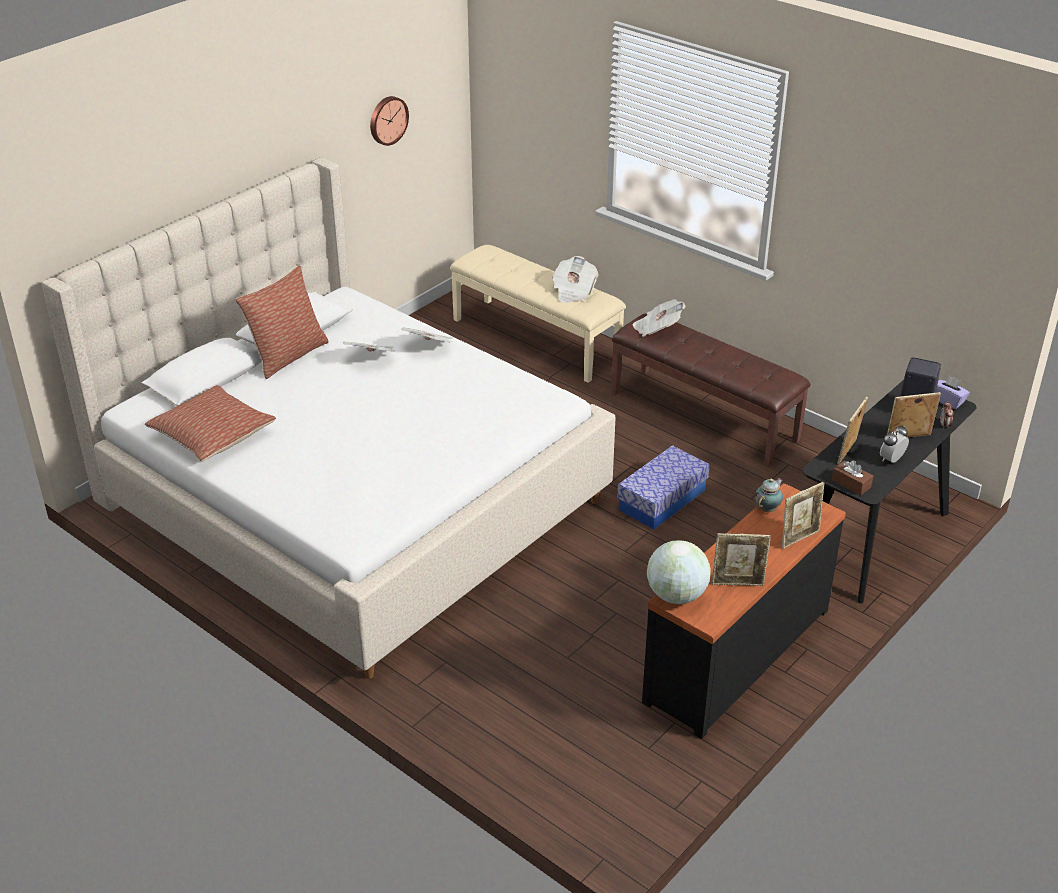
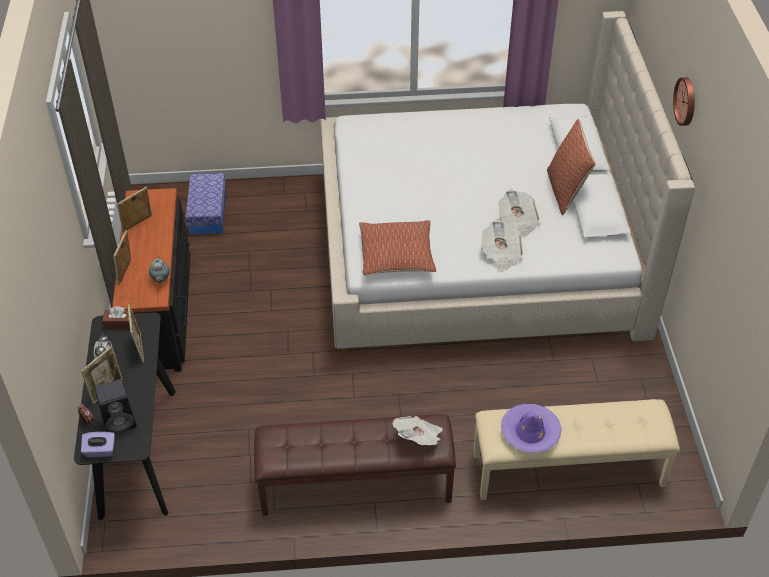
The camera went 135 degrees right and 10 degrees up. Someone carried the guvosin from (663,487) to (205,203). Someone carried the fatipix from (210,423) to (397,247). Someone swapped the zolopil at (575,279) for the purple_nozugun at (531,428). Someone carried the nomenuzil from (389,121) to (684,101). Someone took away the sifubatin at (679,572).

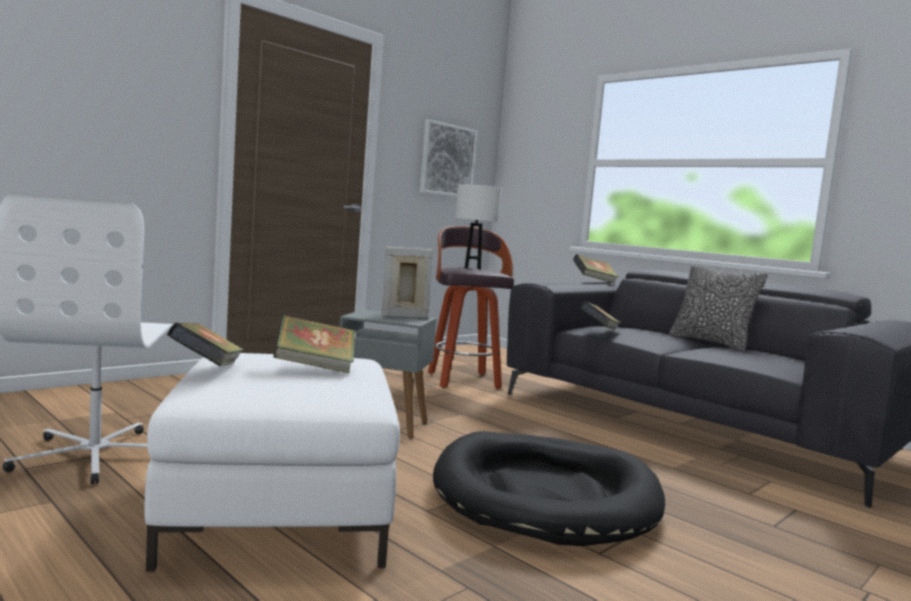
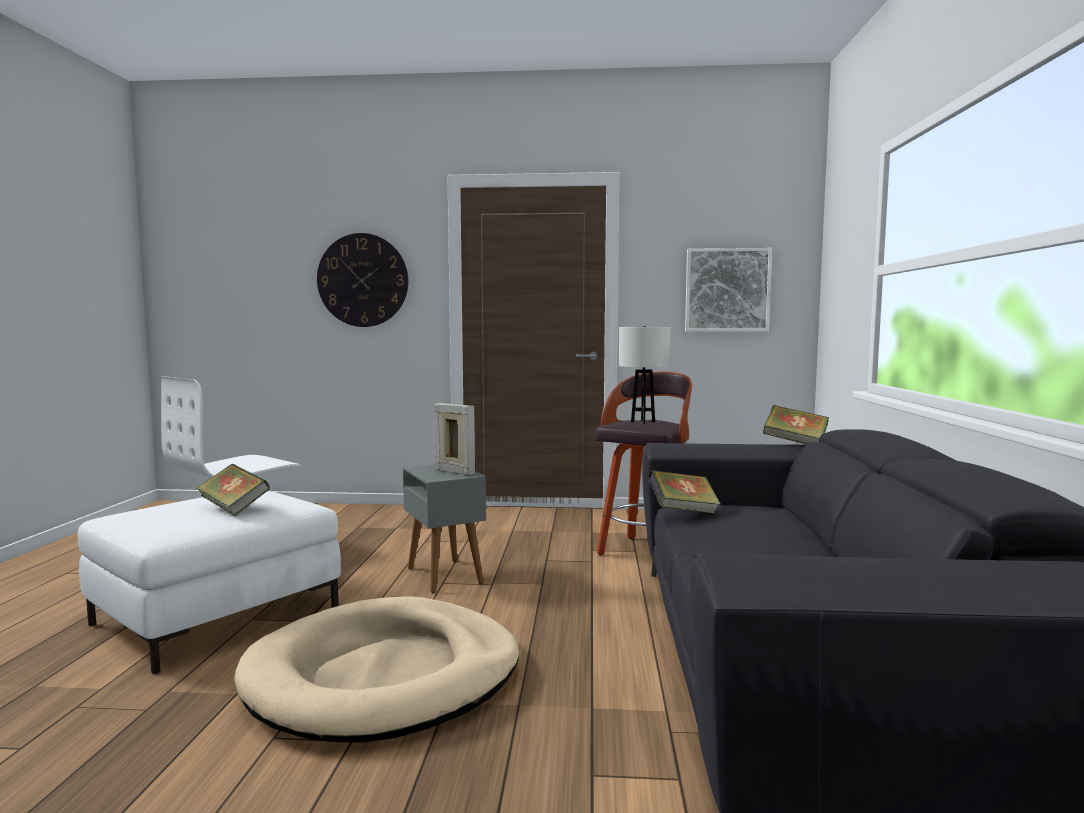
The camera went 50 degrees right and 0 degrees up. Someone repainted the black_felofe at (549,488), which became the beige_felofe at (376,669). Someone put up the nomenuzil at (362,280). Someone took away the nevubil at (205,344). Someone took away the fatipix at (718,308).

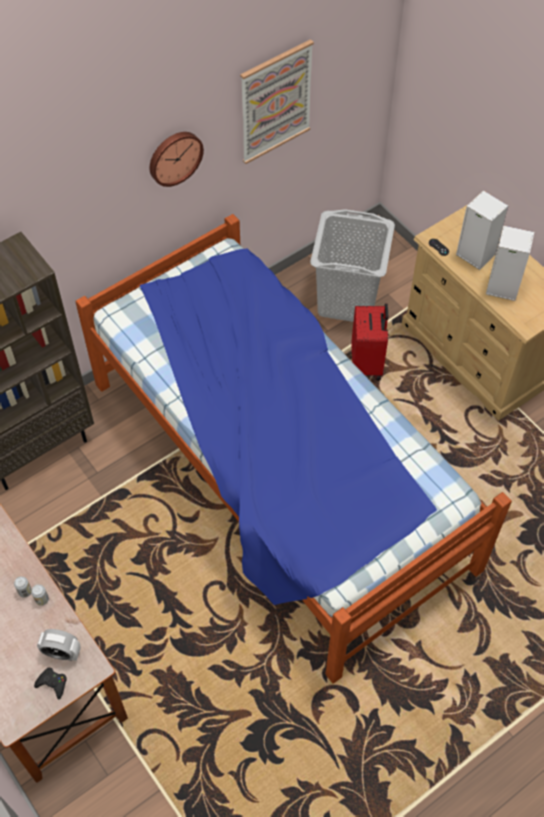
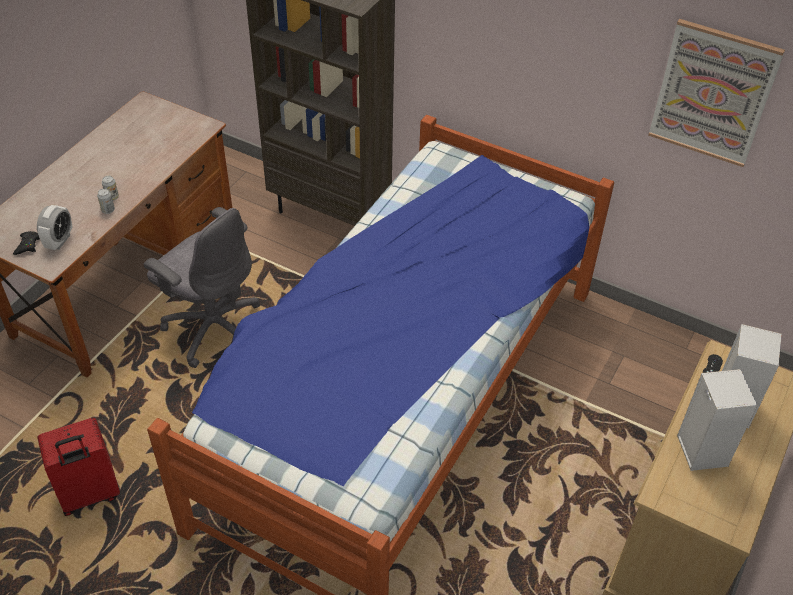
The camera went 65 degrees right and 10 degrees down. Someone rotated the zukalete at (59,645) by 150 degrees counterclockwise. Someone carried the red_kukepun from (369,342) to (78,467). Someone put down the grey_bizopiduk at (202,287). Someone took away the nomenuzil at (177,159). Someone took away the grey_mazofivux at (352,265).

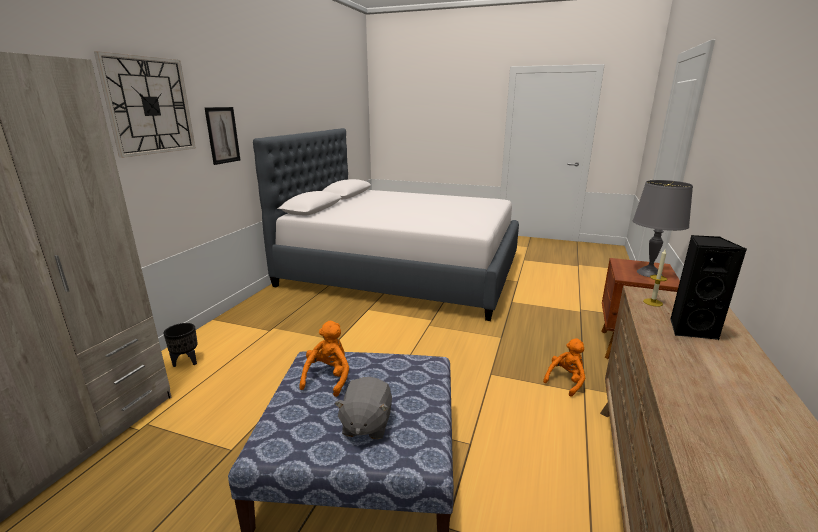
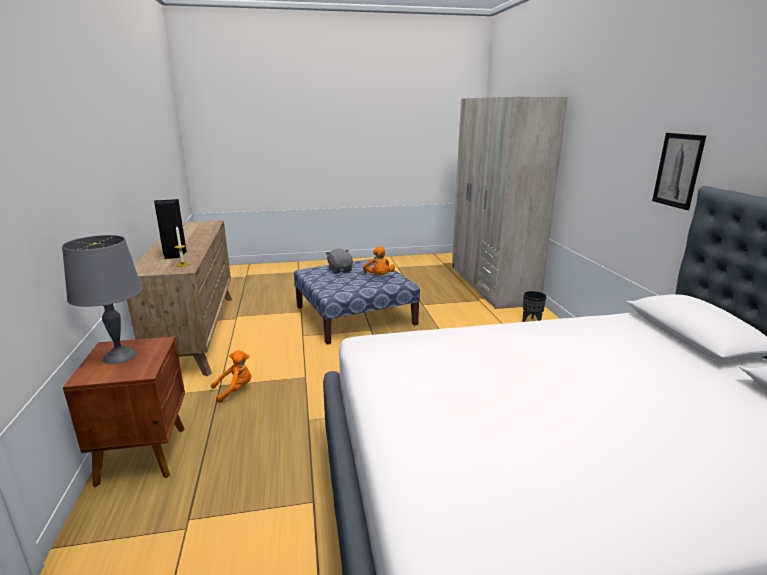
The camera went 150 degrees right and 0 degrees up. Someone rotated the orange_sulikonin at (564,367) by 135 degrees counterclockwise. Someone took away the nomenuzil at (145,104).

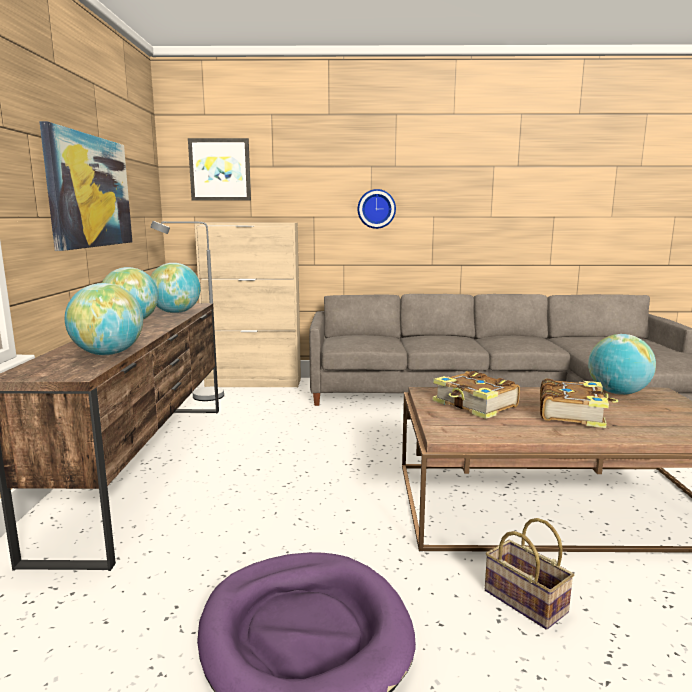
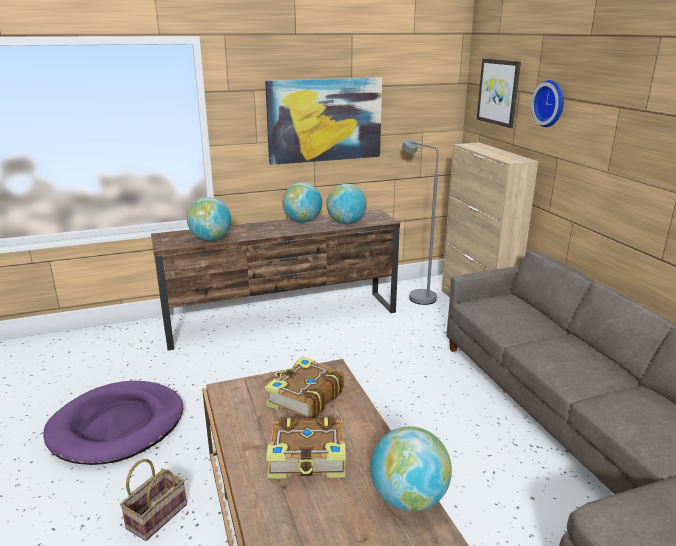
The camera went 70 degrees right and 10 degrees up. Someone carried the nomenuzil from (377,209) to (547,103).

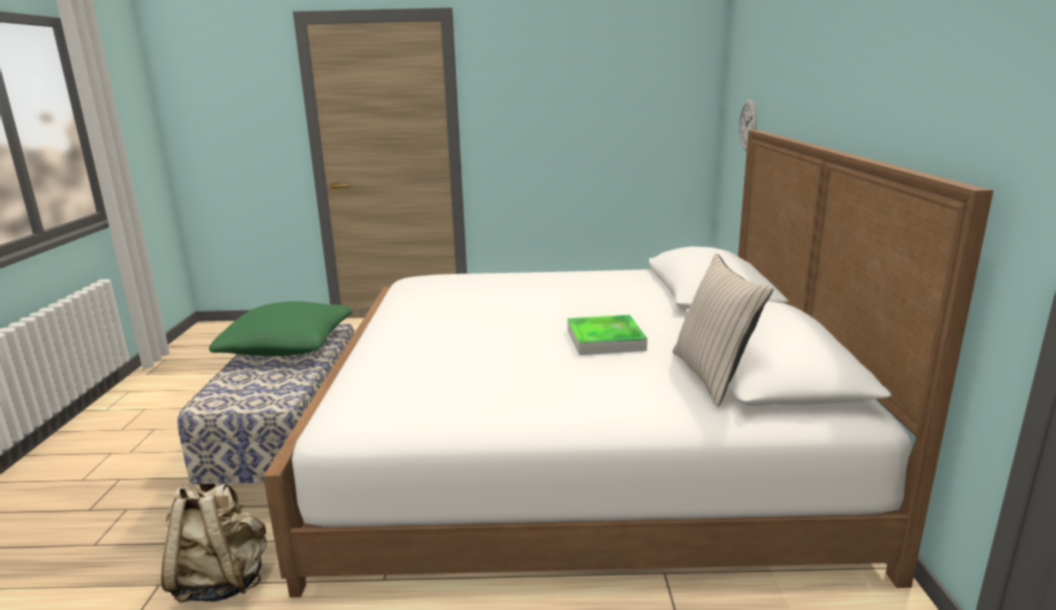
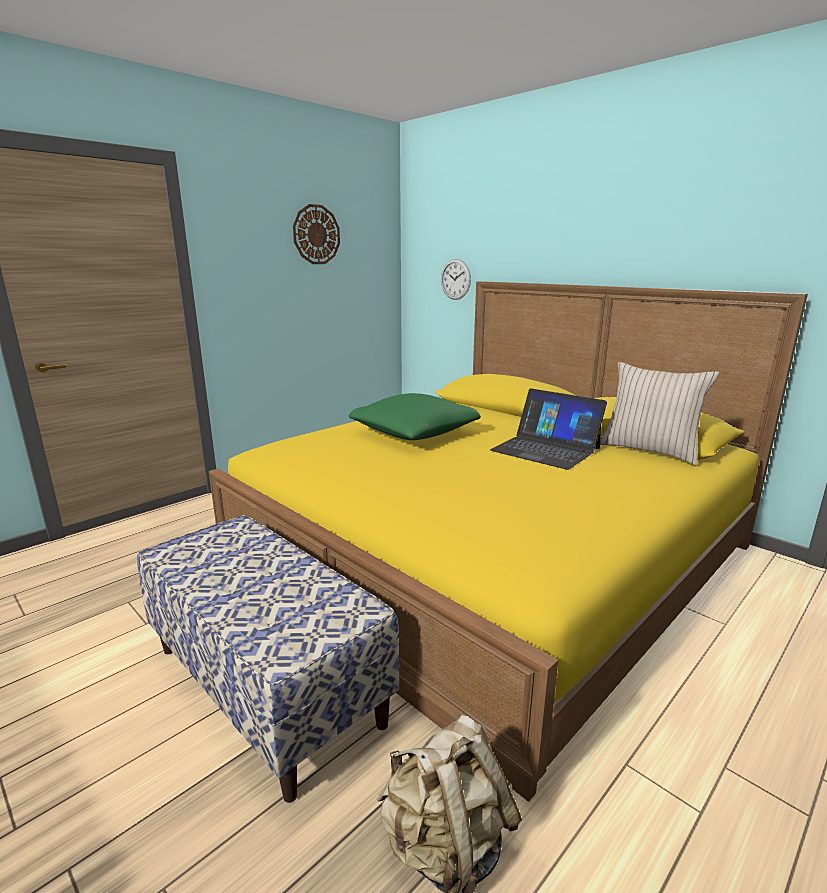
The camera went 45 degrees left and 0 degrees up. Someone repainted the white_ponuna at (628,364), which became the yellow_ponuna at (508,541). Someone put up the nomenuzil at (316,234). Someone carried the green_fatipix from (281,328) to (415,416). Someone swapped the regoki at (607,335) for the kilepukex at (548,429).

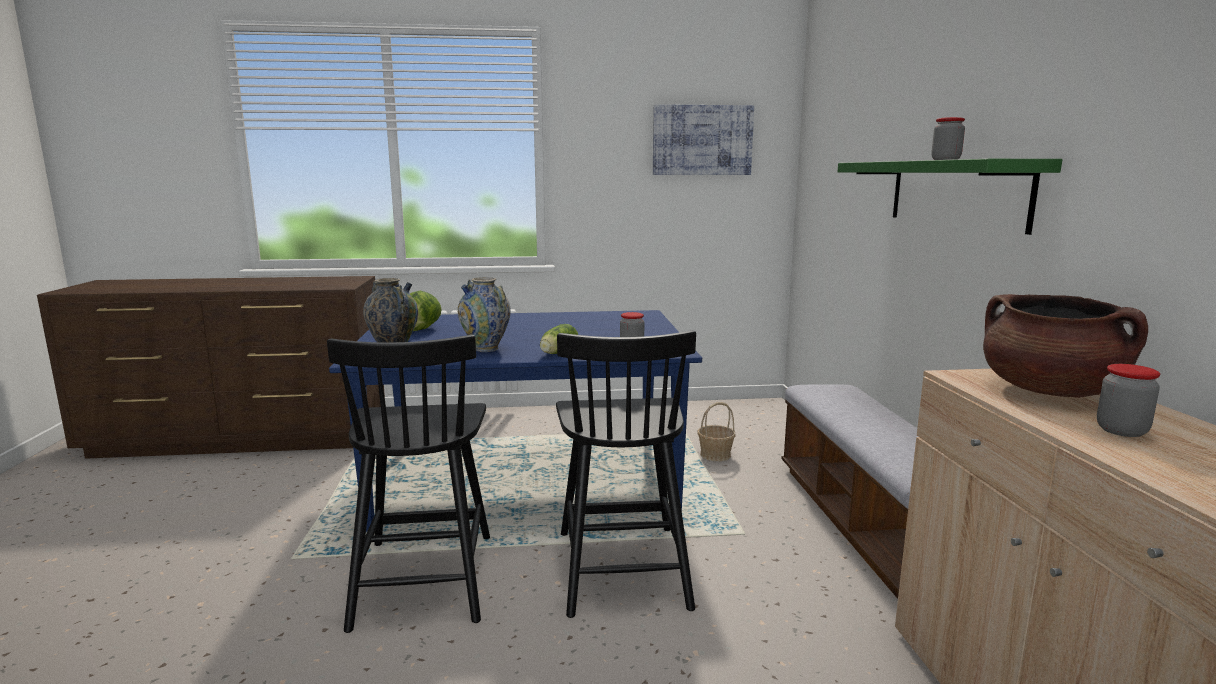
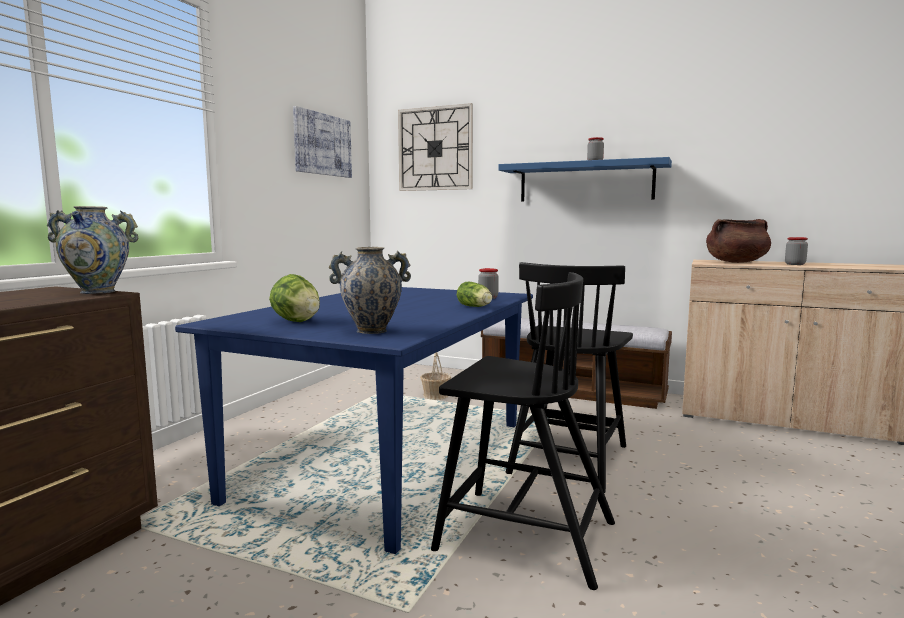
The camera went 60 degrees left and 5 degrees down. Someone carried the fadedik from (484,314) to (92,250). Someone put up the nomenuzil at (435,147). Someone repainted the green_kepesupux at (950,197), which became the blue_kepesupux at (585,179). Someone rotated the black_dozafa at (626,474) by 90 degrees clockwise.

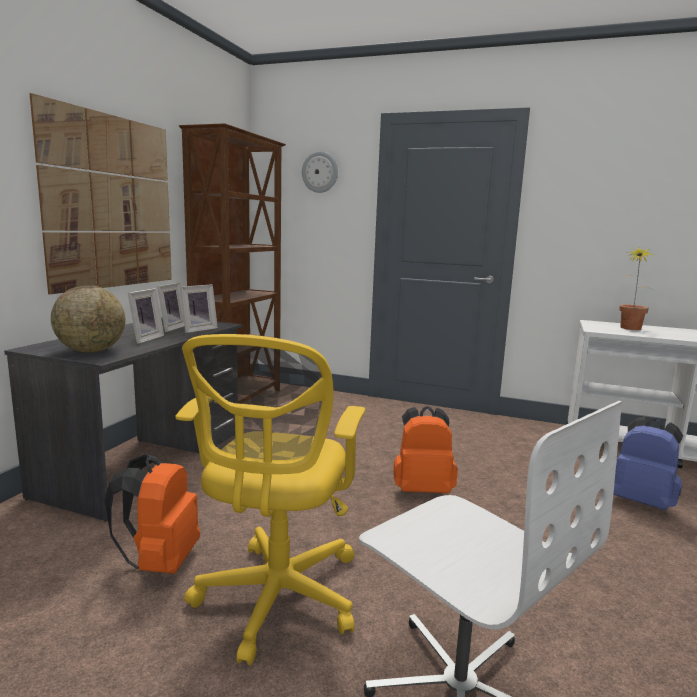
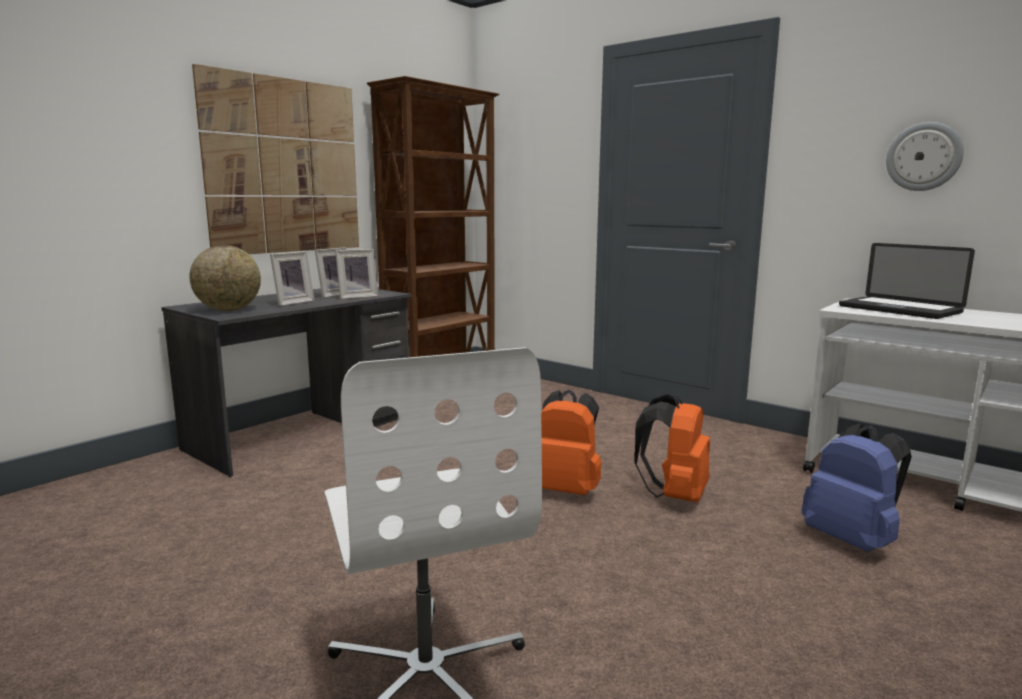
The camera went 20 degrees right and 0 degrees up. Someone carried the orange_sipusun from (152,514) to (672,448). Someone swapped the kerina at (636,288) for the kilepukex at (907,281). Someone carried the nomenuzil from (320,172) to (925,156). Someone took away the yellow_bizopiduk at (270,499).

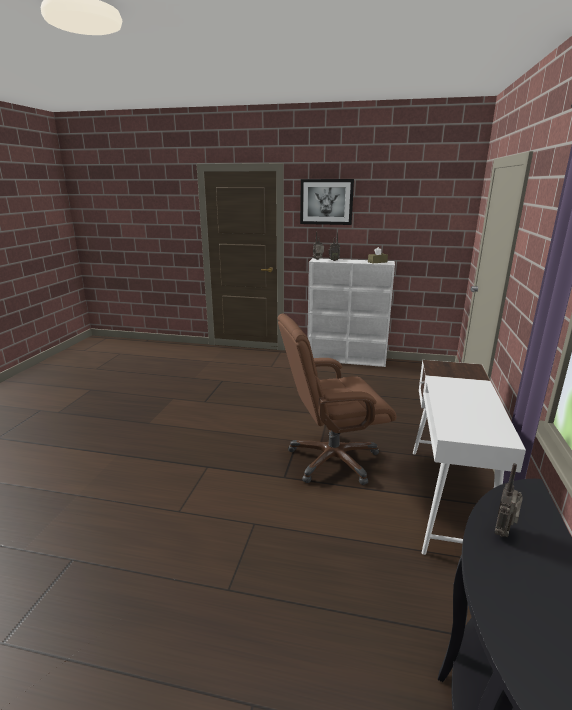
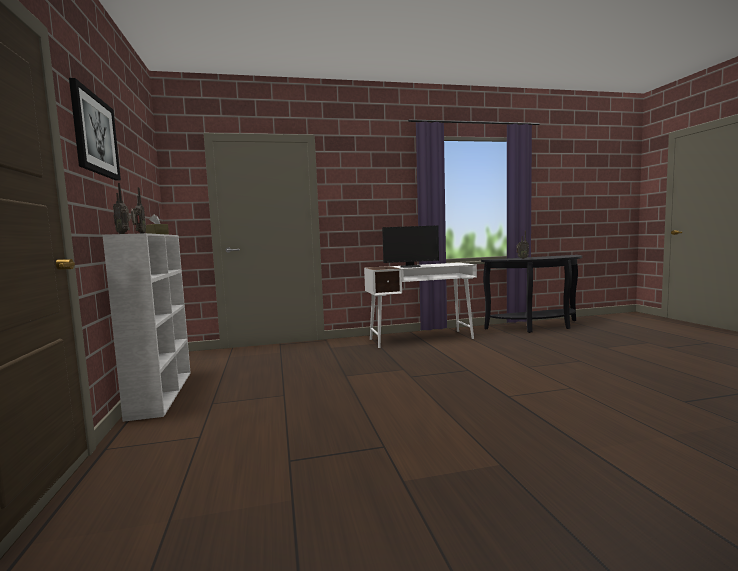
The camera went 115 degrees left and 15 degrees down. Someone put down the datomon at (410,246). Someone took away the brown_bizopiduk at (337,399).

